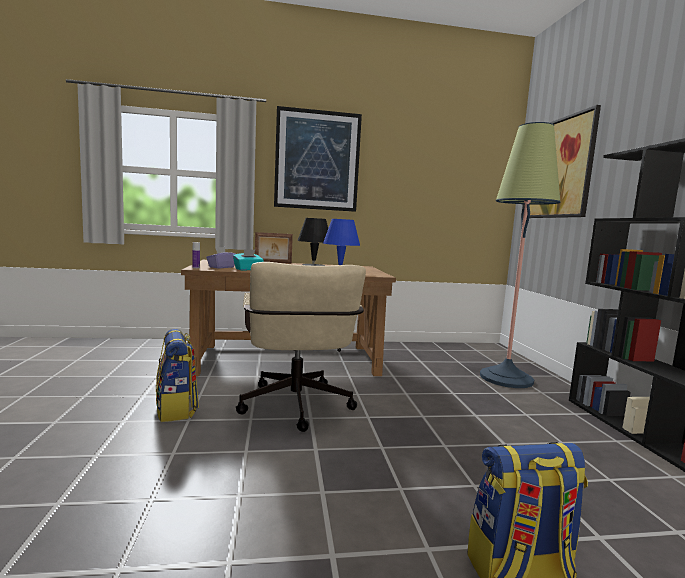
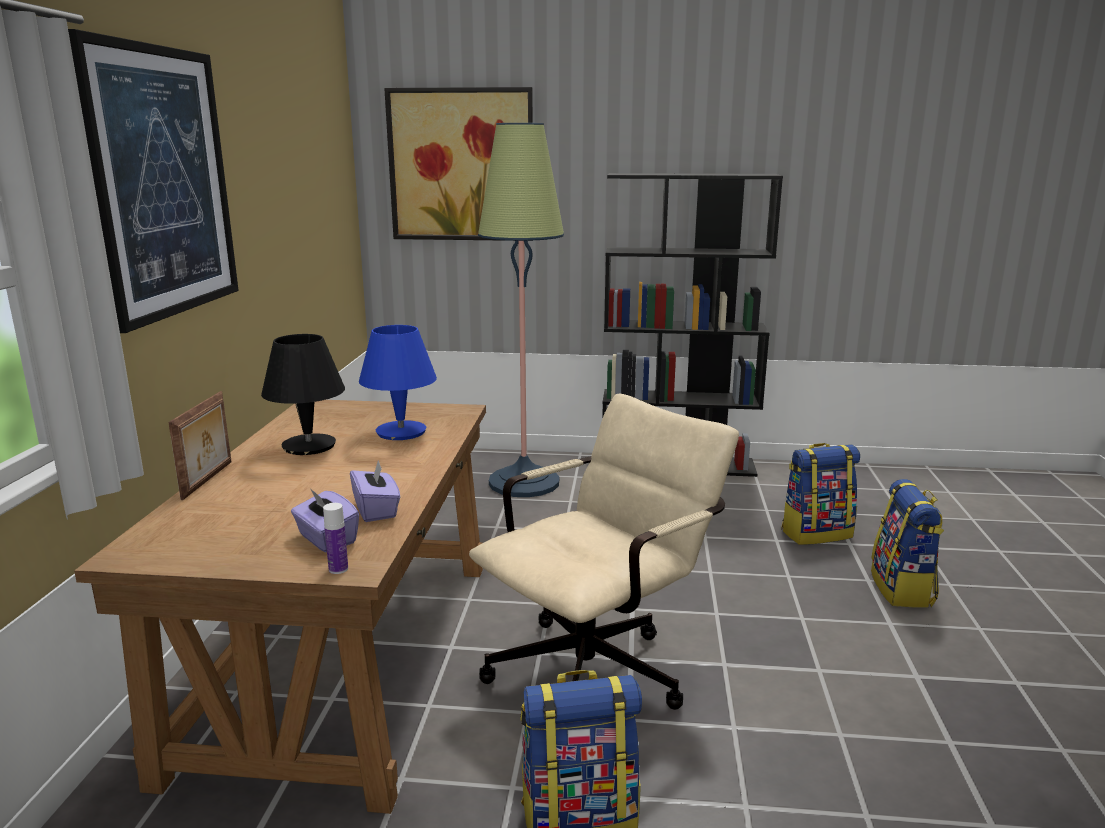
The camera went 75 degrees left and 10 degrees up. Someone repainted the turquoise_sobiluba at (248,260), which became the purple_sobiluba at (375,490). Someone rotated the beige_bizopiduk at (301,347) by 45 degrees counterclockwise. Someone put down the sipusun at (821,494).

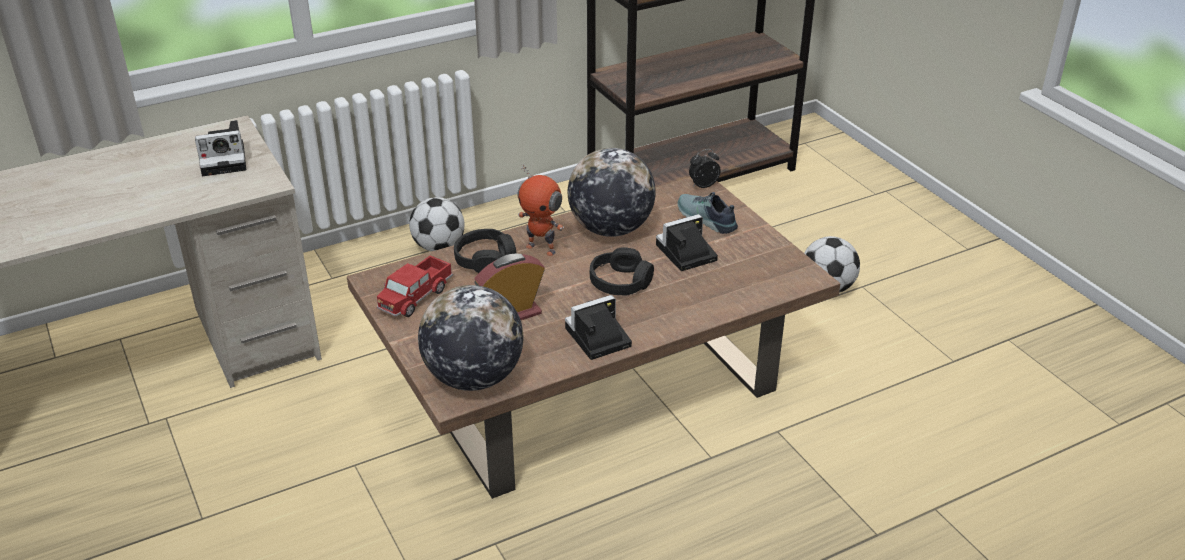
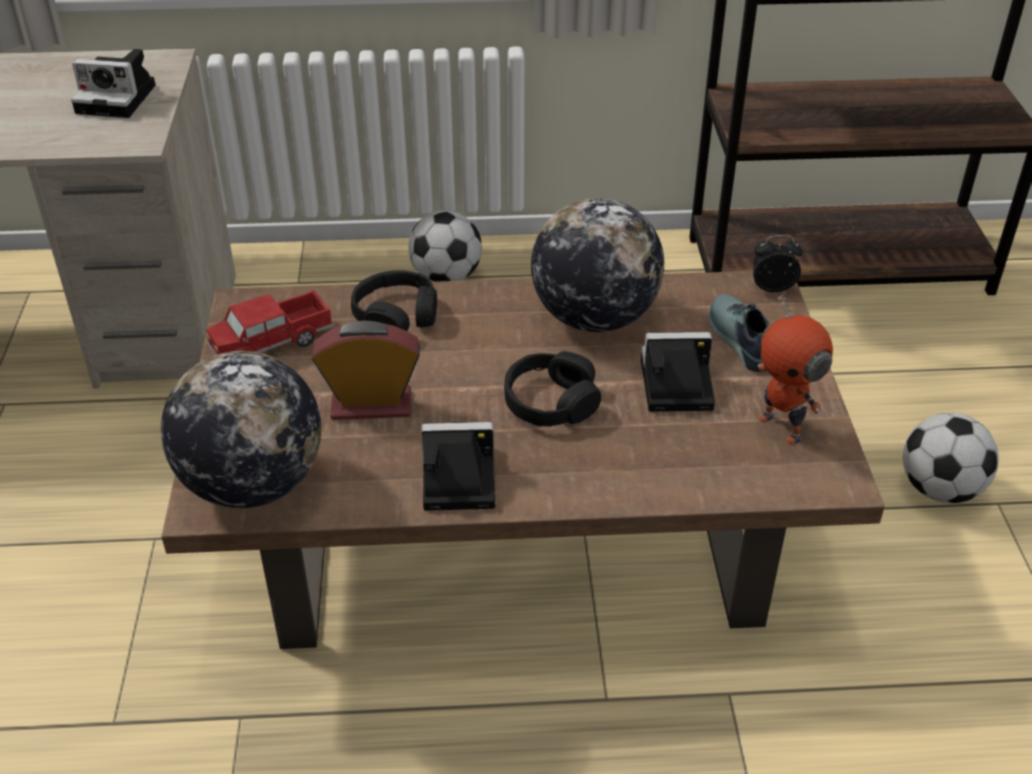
The camera went 25 degrees right and 5 degrees up. Someone carried the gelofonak from (541,210) to (795,368).

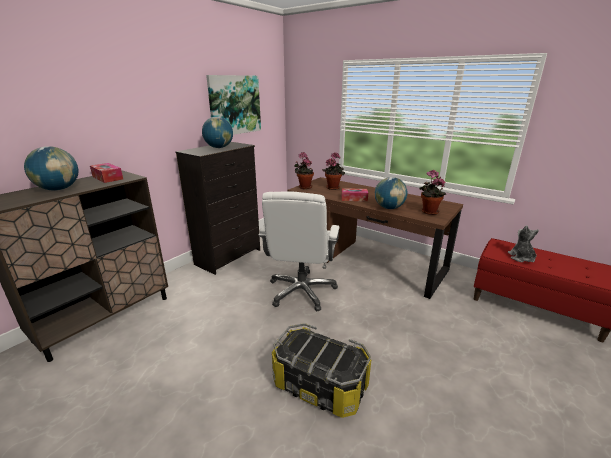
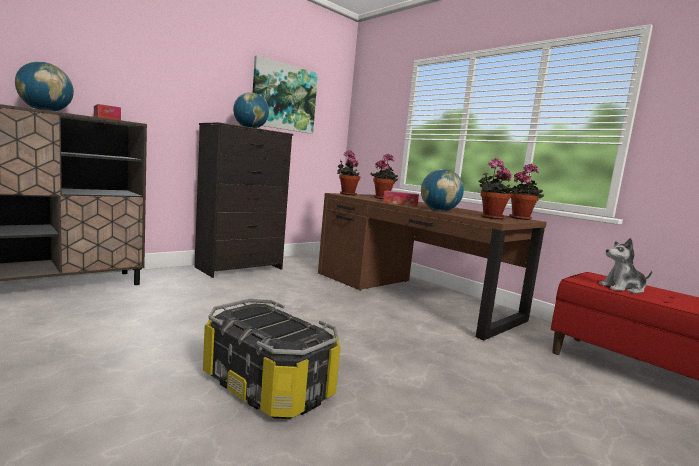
The camera went 10 degrees right and 15 degrees down. Someone put down the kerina at (525,192). Someone rotated the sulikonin at (523,243) by 105 degrees counterclockwise. Someone took away the white_bizopiduk at (299,251).

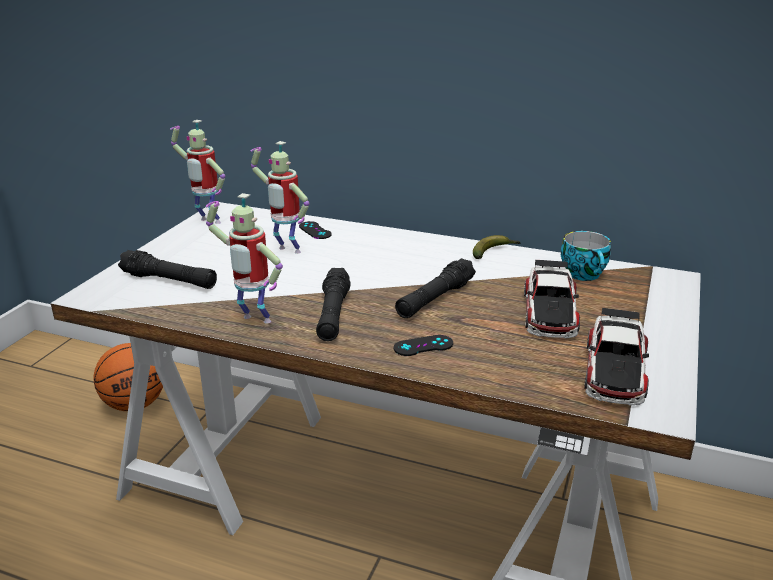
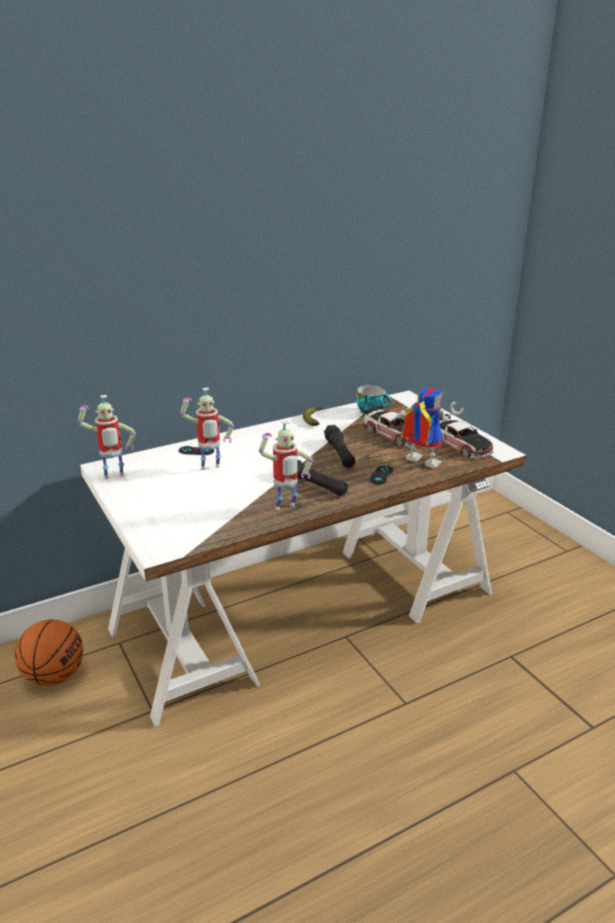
The camera went 50 degrees left and 0 degrees up. Someone put down the gelofonak at (425,428). Someone took away the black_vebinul at (167,269).

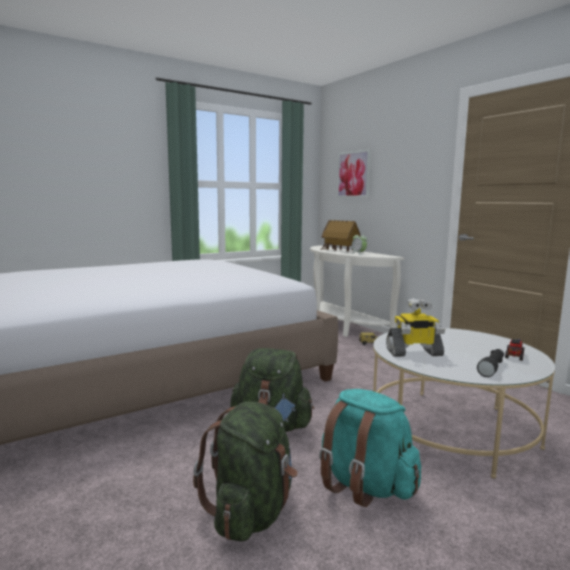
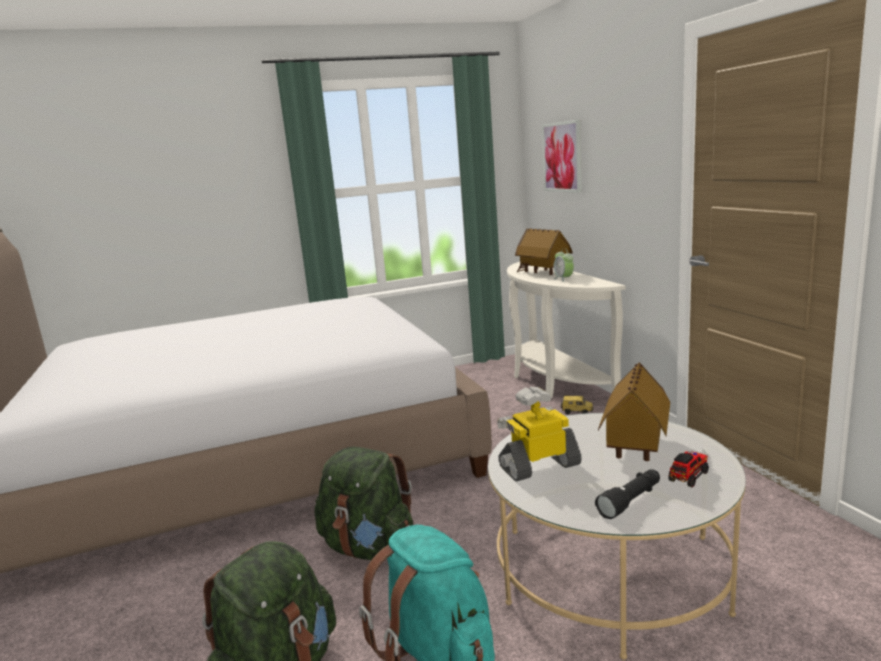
The camera went 15 degrees right and 5 degrees up. Someone rotated the gelofonak at (415,327) by 150 degrees clockwise. Someone put down the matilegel at (634,411).

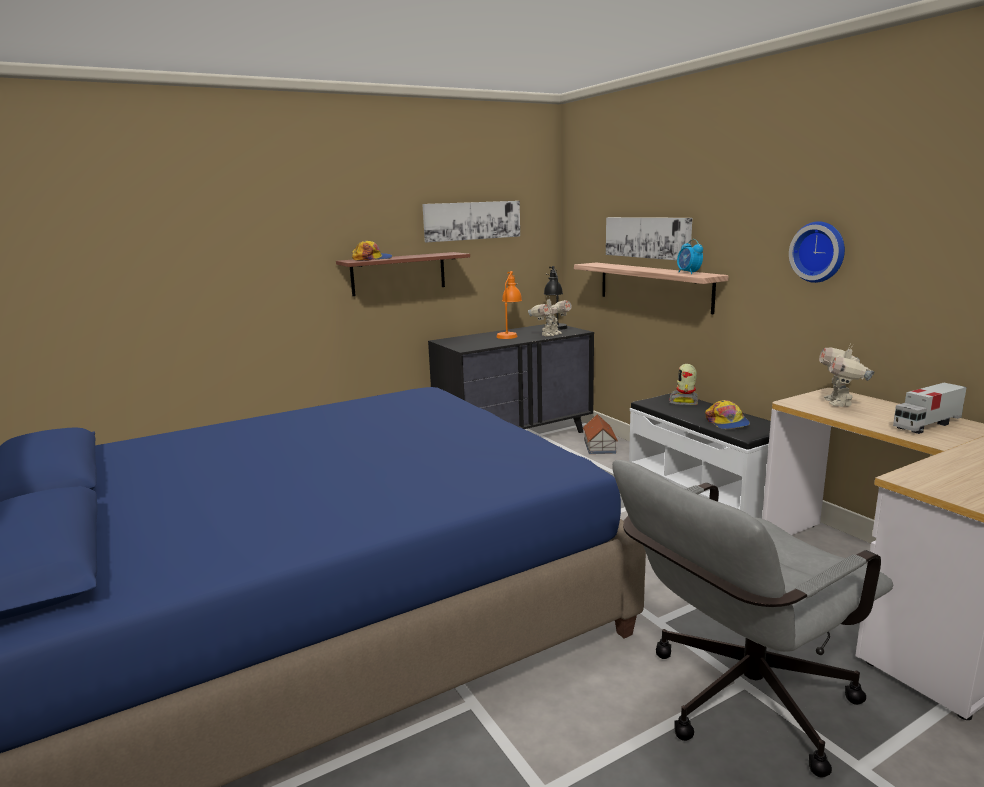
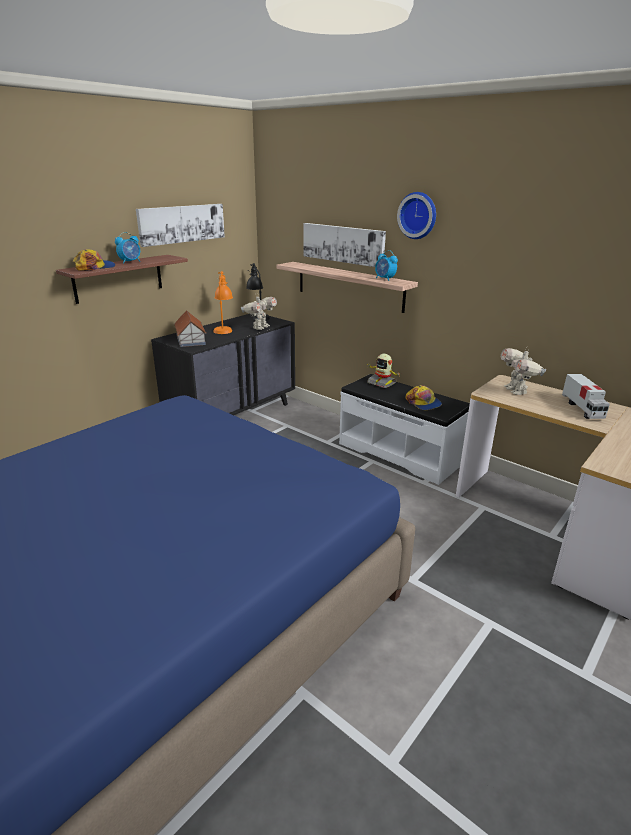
The camera went 20 degrees left and 10 degrees up. Someone put down the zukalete at (127,248). Someone carried the matilegel from (600,434) to (190,328). Someone rotated the gelofonak at (683,384) by 45 degrees counterclockwise. Someone carried the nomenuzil from (817,252) to (416,215). Someone rotated the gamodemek at (930,408) by 45 degrees counterclockwise. Someone took away the grey_bizopiduk at (753,619).

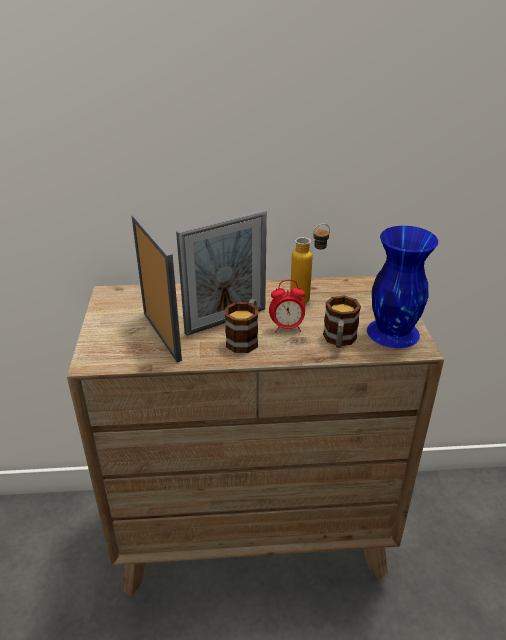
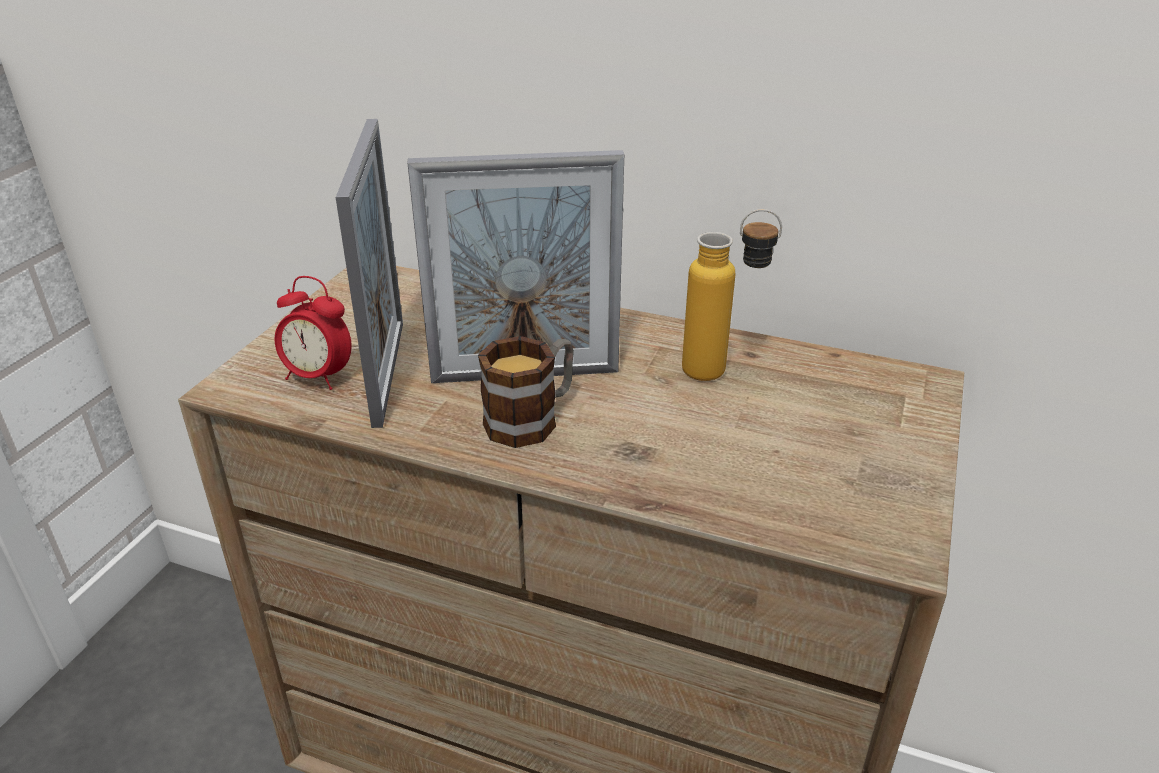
The camera went 25 degrees right and 0 degrees up. Someone carried the zukalete from (287,306) to (313,333). Someone took away the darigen at (342,321). Someone took away the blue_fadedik at (402,287).

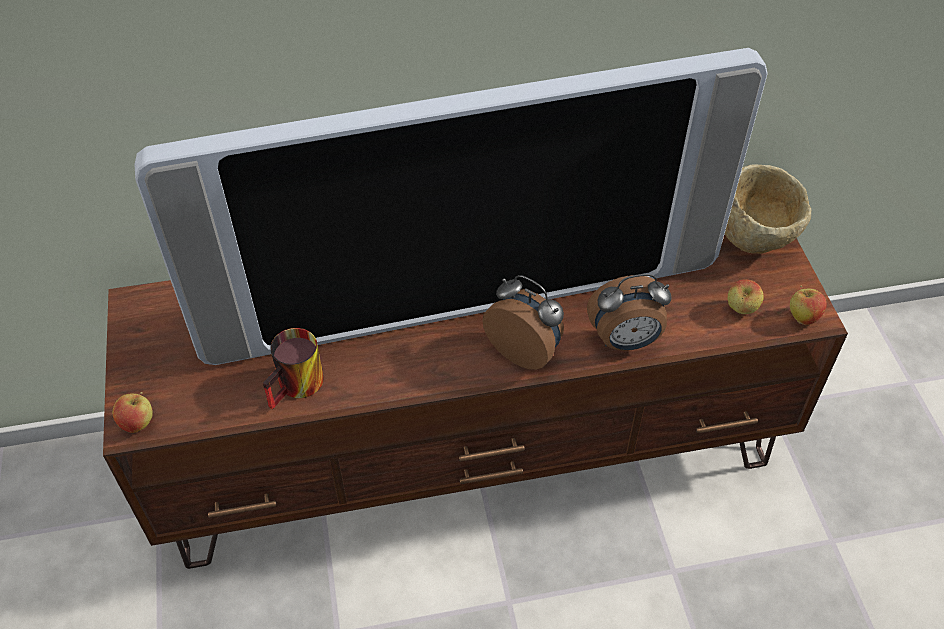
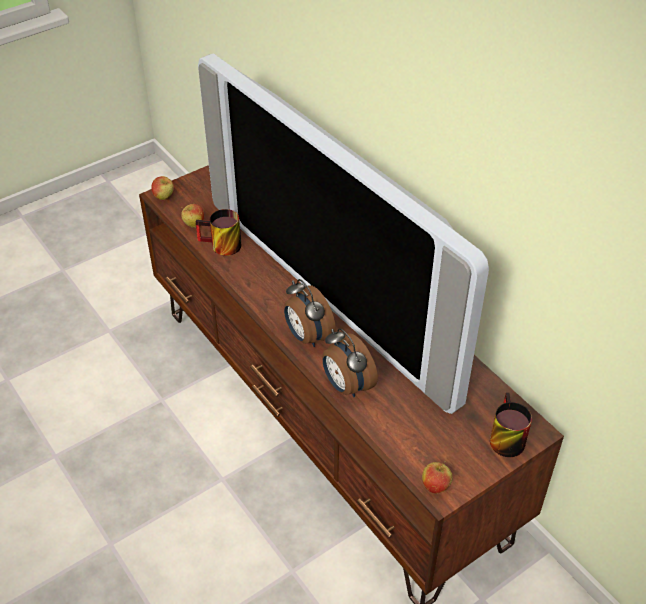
The camera went 65 degrees right and 5 degrees down. Someone carried the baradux from (745,296) to (192,216). Someone rotated the zukalete at (523,322) by 135 degrees clockwise. Someone swapped the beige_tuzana at (768,209) for the darigen at (511,424).

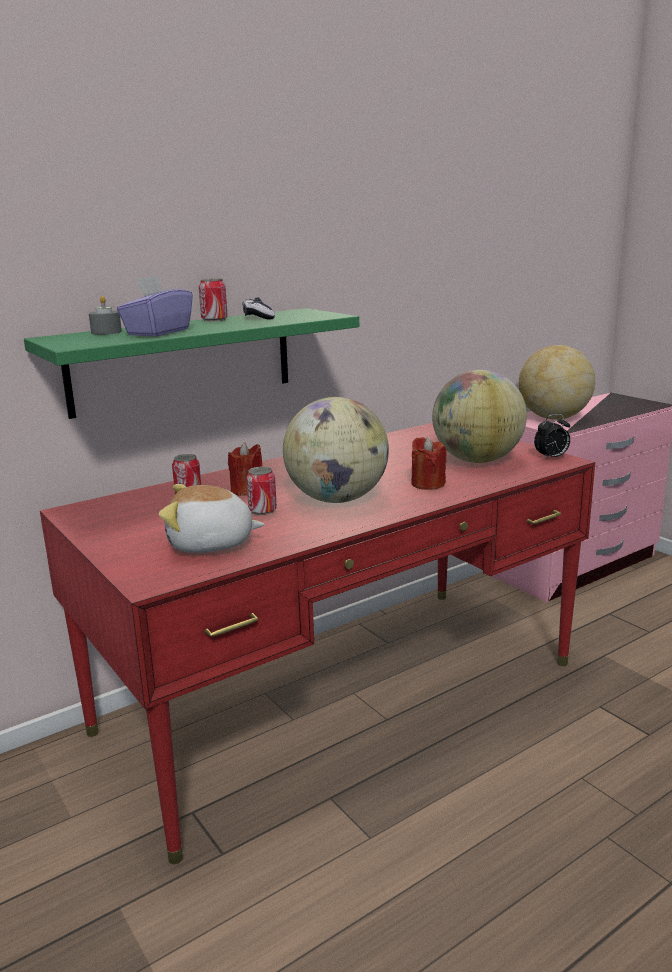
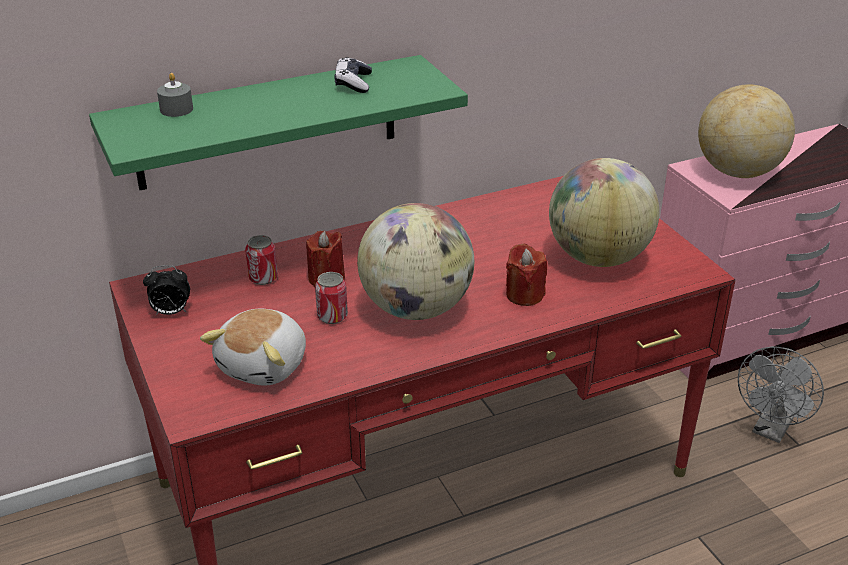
The camera went 10 degrees right and 15 degrees up. Someone carried the zukalete from (552,436) to (166,290). Someone rotated the sulikonin at (212,518) by 75 degrees counterclockwise. Someone put down the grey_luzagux at (781,394). Someone took away the purple_sobiluba at (155,306). Someone took away the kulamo at (213,300).

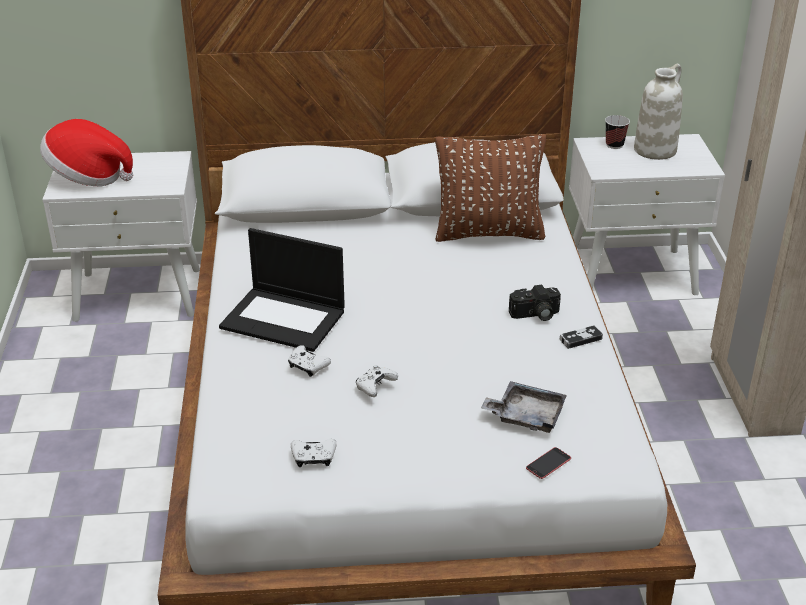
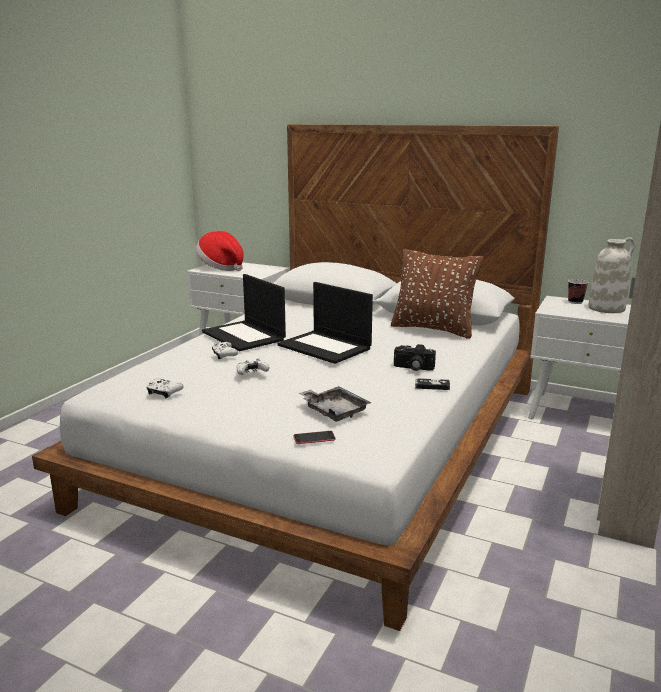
The camera went 30 degrees right and 15 degrees down. Someone put down the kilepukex at (325,323).

